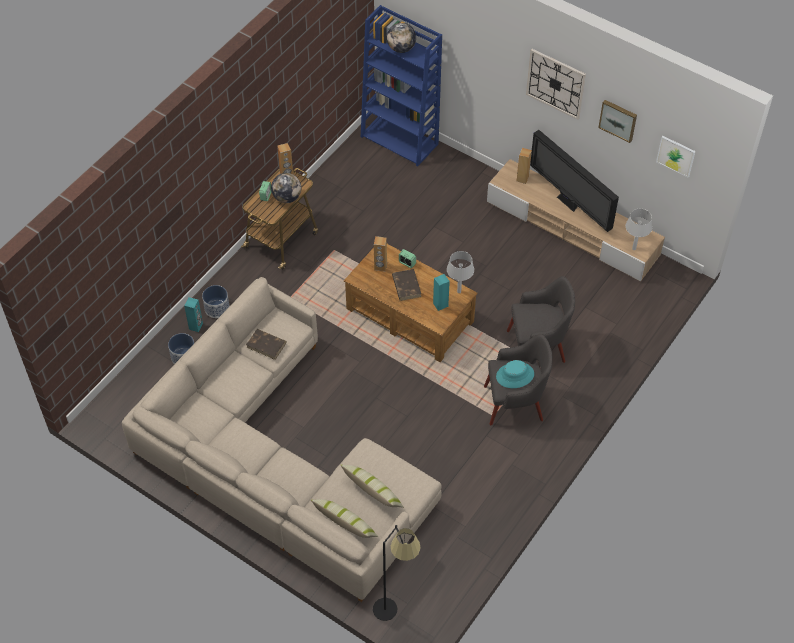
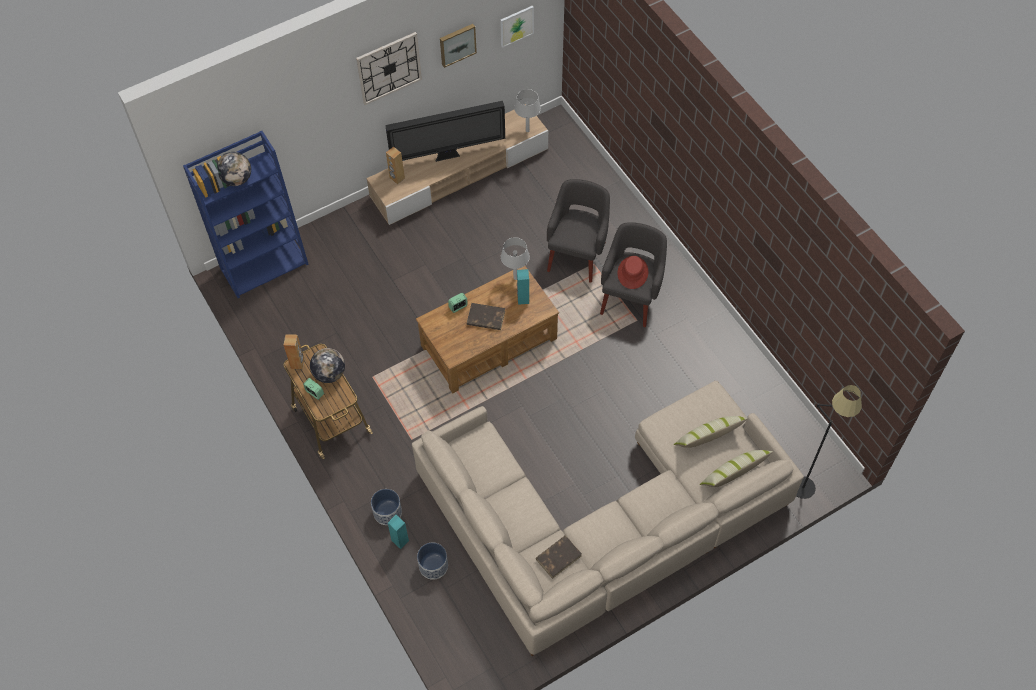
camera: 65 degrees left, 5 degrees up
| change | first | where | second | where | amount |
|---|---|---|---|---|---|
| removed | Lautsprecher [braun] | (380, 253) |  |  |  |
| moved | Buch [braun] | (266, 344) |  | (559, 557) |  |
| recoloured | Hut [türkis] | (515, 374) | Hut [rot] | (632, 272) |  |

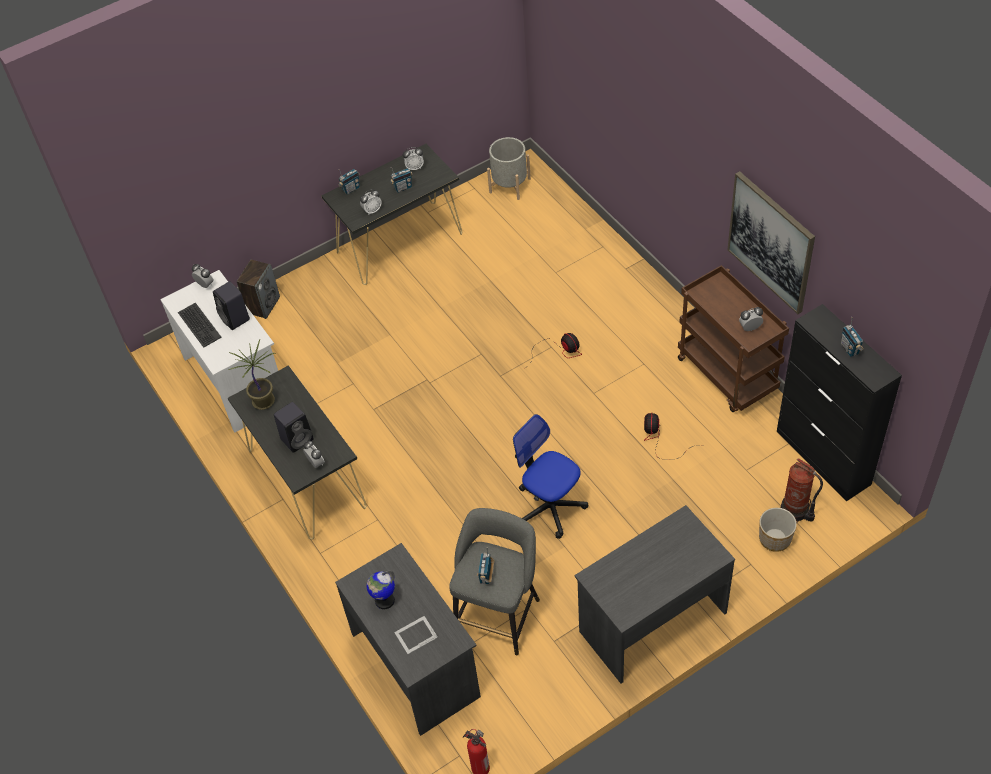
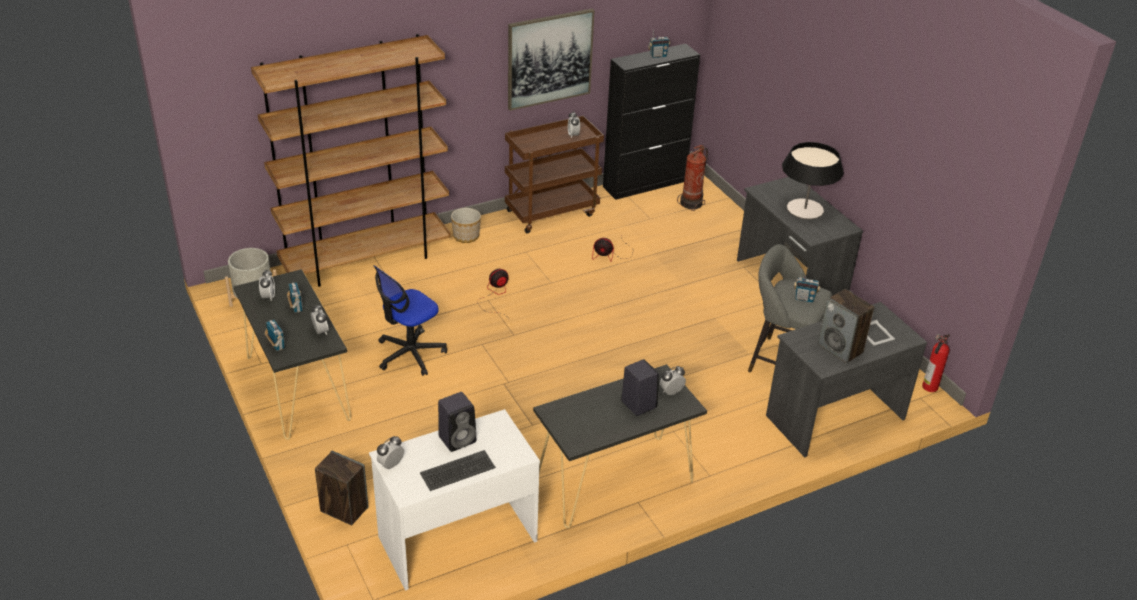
camera: 90 degrees left, 15 degrees down
| change | first | where | second | where | amount |
|---|---|---|---|---|---|
| removed | Topfpflanze | (252, 375) |  |  |  |
| added |  |  | Bücherregal [braun] | (350, 160) |  |
| added |  |  | Tischlampe | (813, 181) |  |
| moved | Bürostuhl | (551, 476) |  | (410, 320) |  |
| moved | Pflanzkübel | (778, 530) |  | (466, 225) |  |
| replaced | Globus | (380, 590) | Lautsprecher | (846, 326) |  |

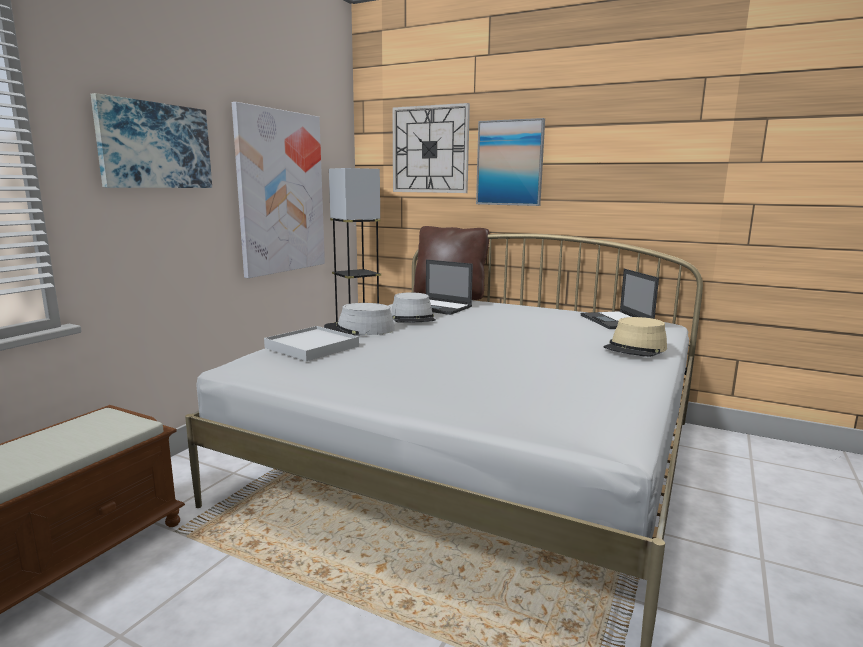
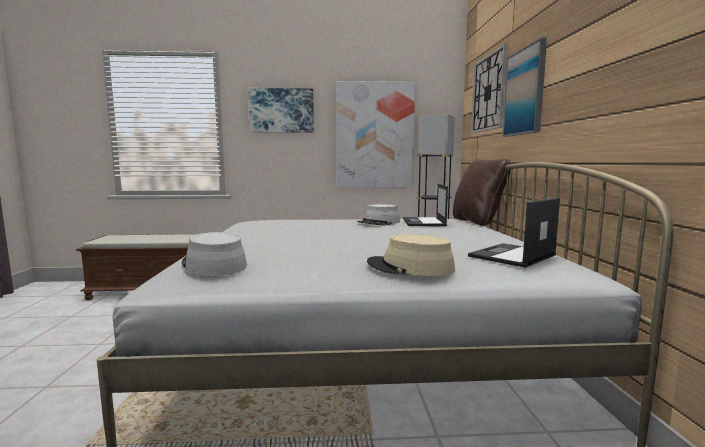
camera: 60 degrees right, 5 degrees down
| change | first | where | second | where | amount |
|---|---|---|---|---|---|
| removed | Tablett [weiß] | (311, 343) |  |  |  |
| moved | Hut [grau] | (359, 319) |  | (214, 254) |  |

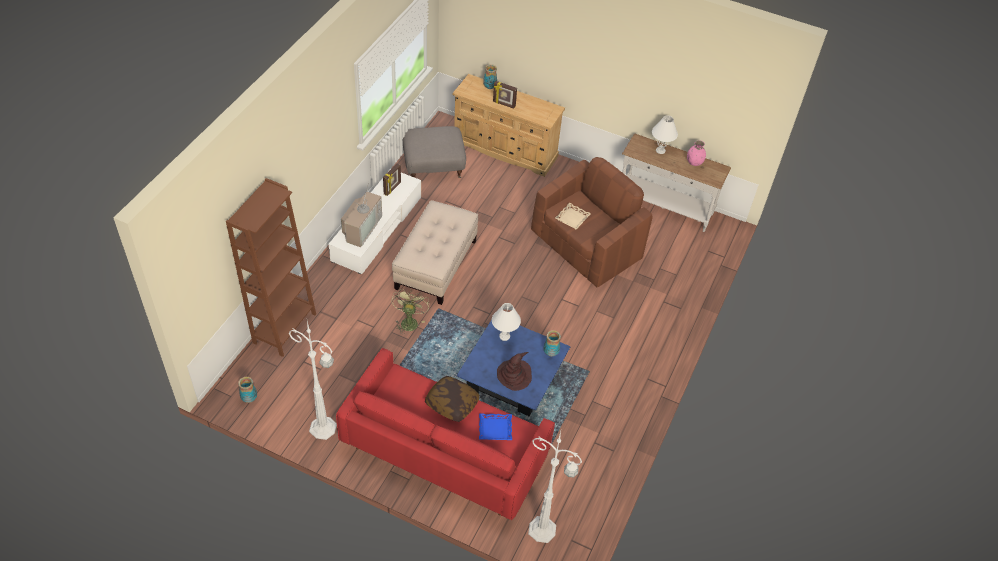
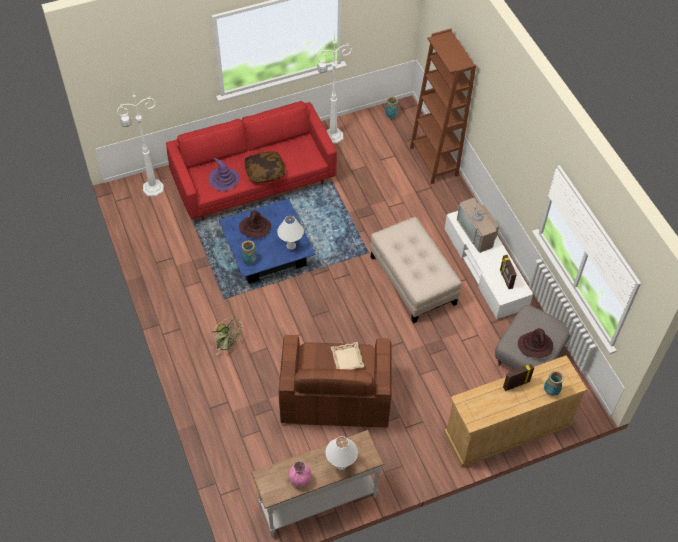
camera: 135 degrees right, 5 degrees up
| change | first | where | second | where | amount |
|---|---|---|---|---|---|
| added |  |  | Hut [braun] | (535, 343) |  |
| moved | Ventilator [grün] | (410, 311) |  | (227, 336) |  |
| replaced | Tablett [blau] | (495, 426) | Hut [lila] | (224, 174) |  |

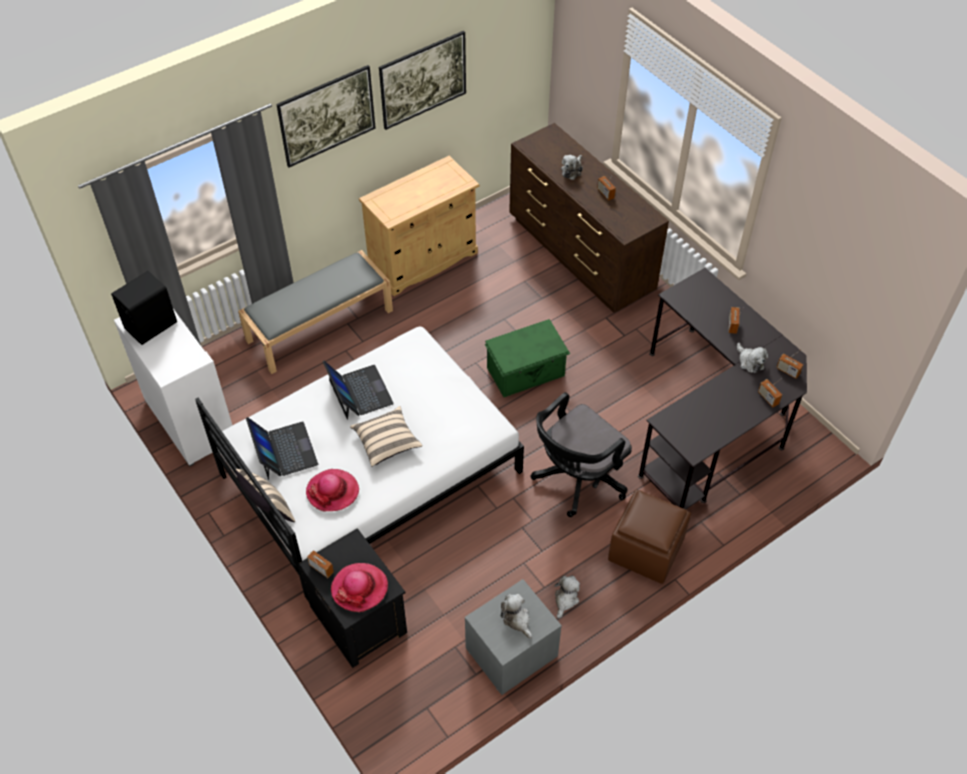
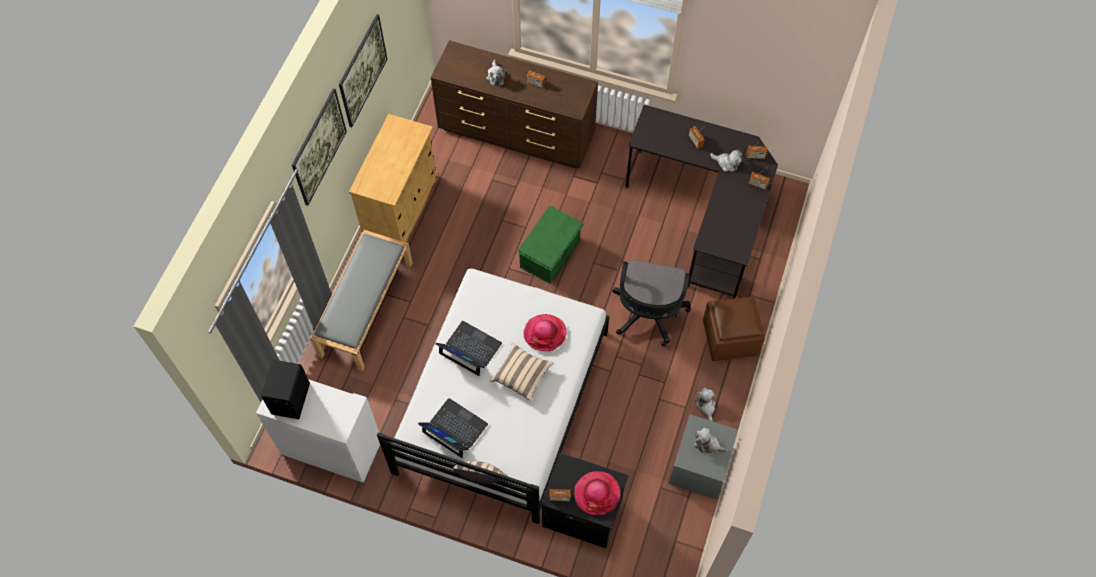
camera: 35 degrees left, 10 degrees up
| change | first | where | second | where | amount |
|---|---|---|---|---|---|
| moved | Hut | (332, 490) |  | (545, 332) |  |

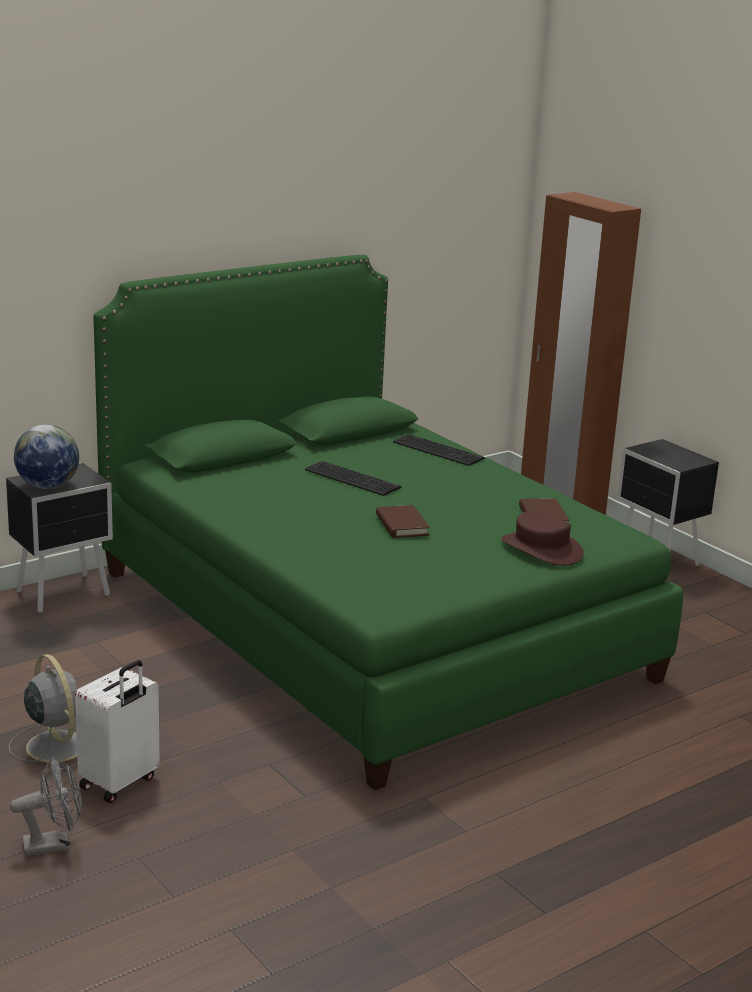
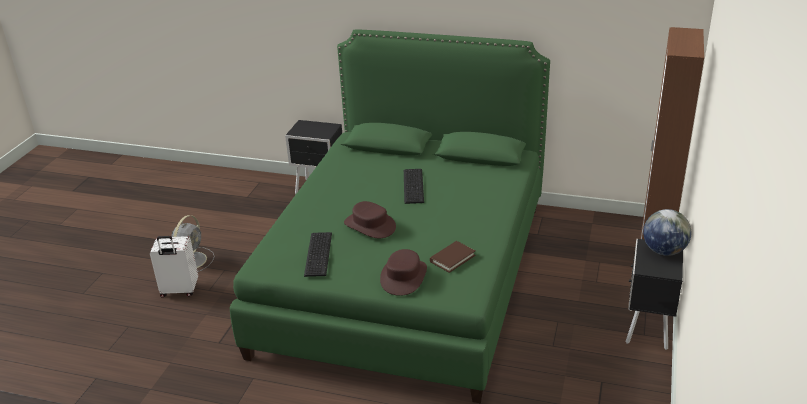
camera: 55 degrees right, 10 degrees up
| change | first | where | second | where | amount |
|---|---|---|---|---|---|
| removed | Ventilator [grau] | (46, 806) |  |  |  |
| moved | Globus | (46, 456) |  | (667, 232) |  |
| moved | Tastatur | (439, 450) |  | (318, 254) |  |
| replaced | Buch [braun] | (403, 521) | Hut [braun] | (370, 219) |  |

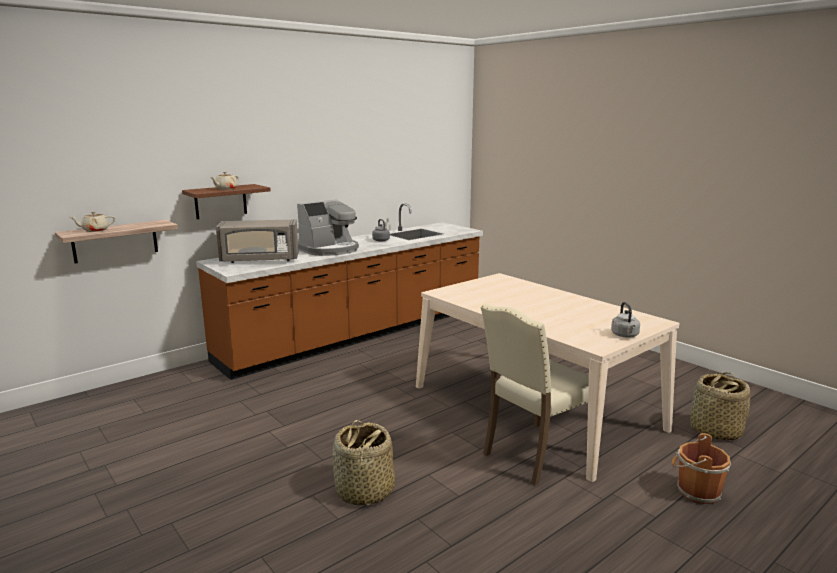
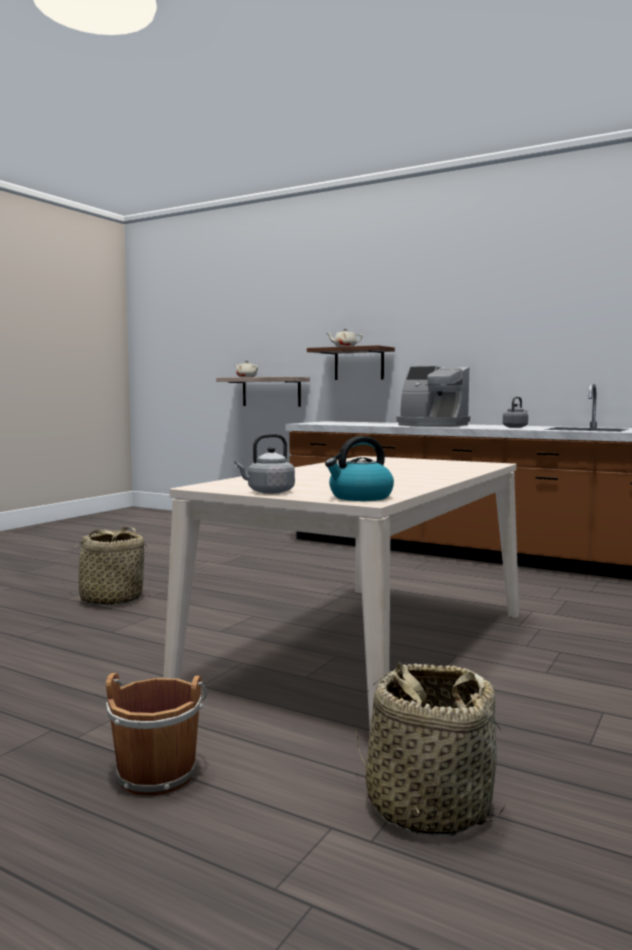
camera: 70 degrees right, 10 degrees down
| change | first | where | second | where | amount |
|---|---|---|---|---|---|
| removed | Mikrowelle [grau] | (257, 241) |  |  |  |
| removed | Stuhl [beige] | (535, 395) |  |  |  |
| added |  |  | Wasserkessel | (359, 468) |  |

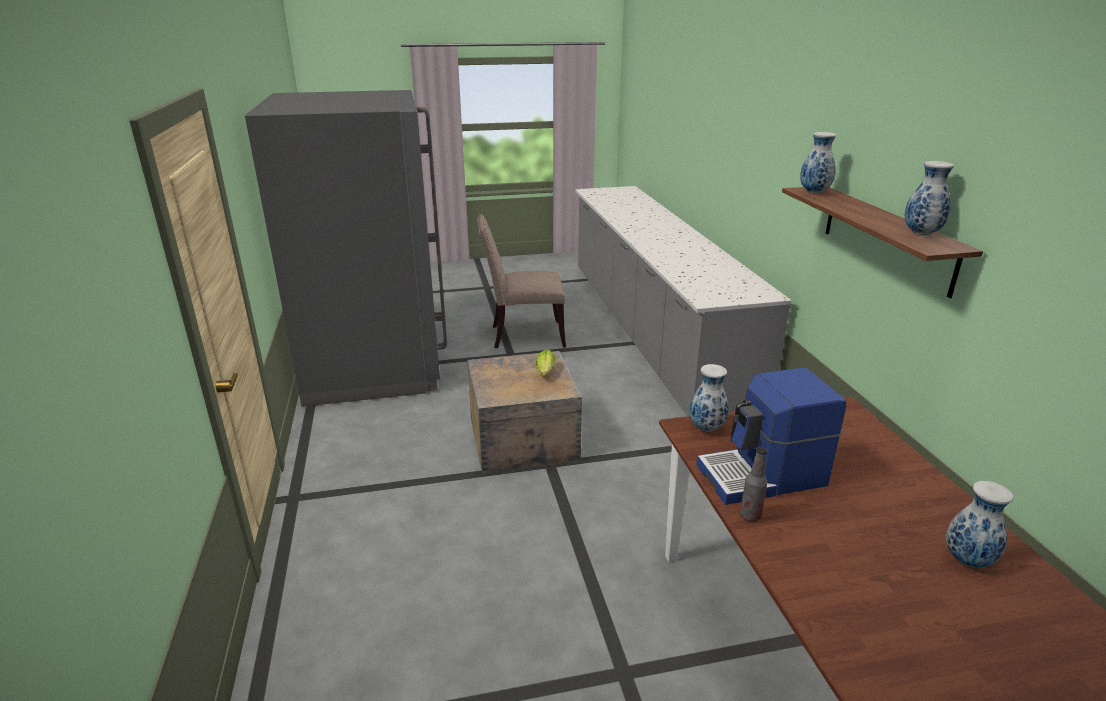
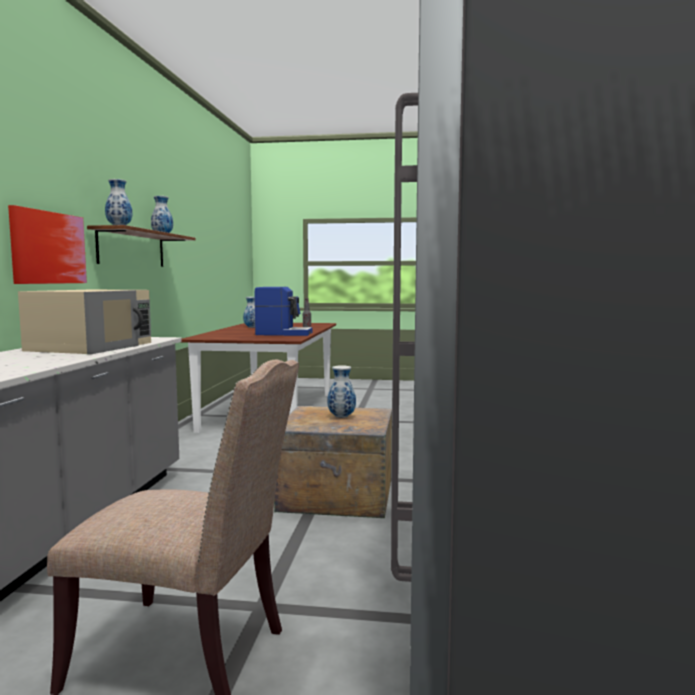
camera: 160 degrees left, 20 degrees down
| change | first | where | second | where | amount |
|---|---|---|---|---|---|
| removed | Salatkopf | (545, 363) |  |  |  |
| added |  |  | Bild | (47, 244) |  |
| added |  |  | Mikrowelle [beige] | (84, 322) |  |
| moved | Vase | (709, 398) |  | (341, 391) |  |

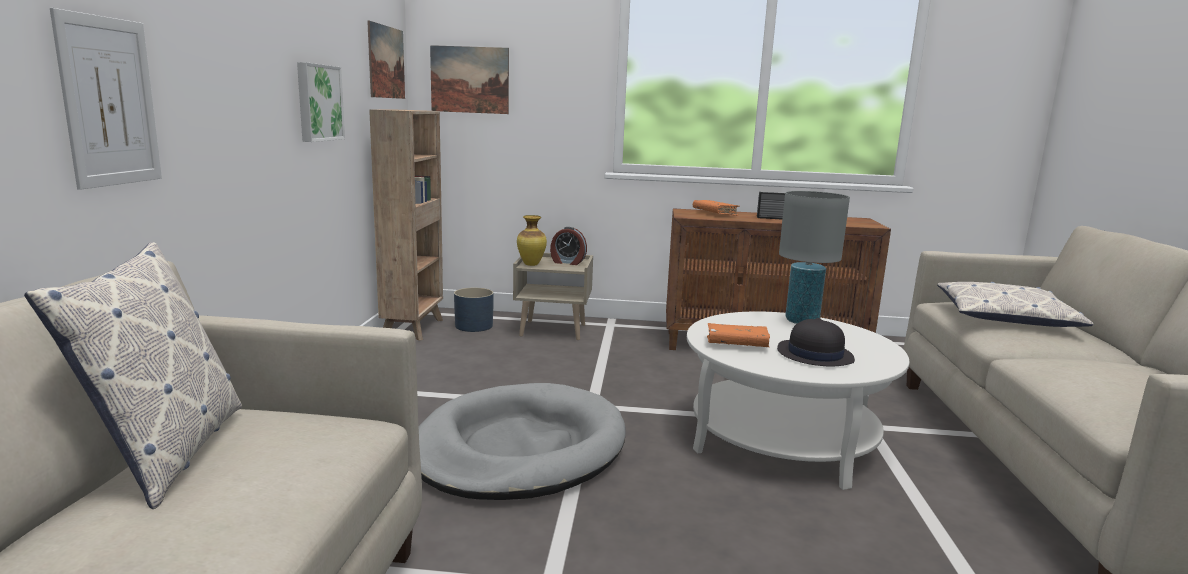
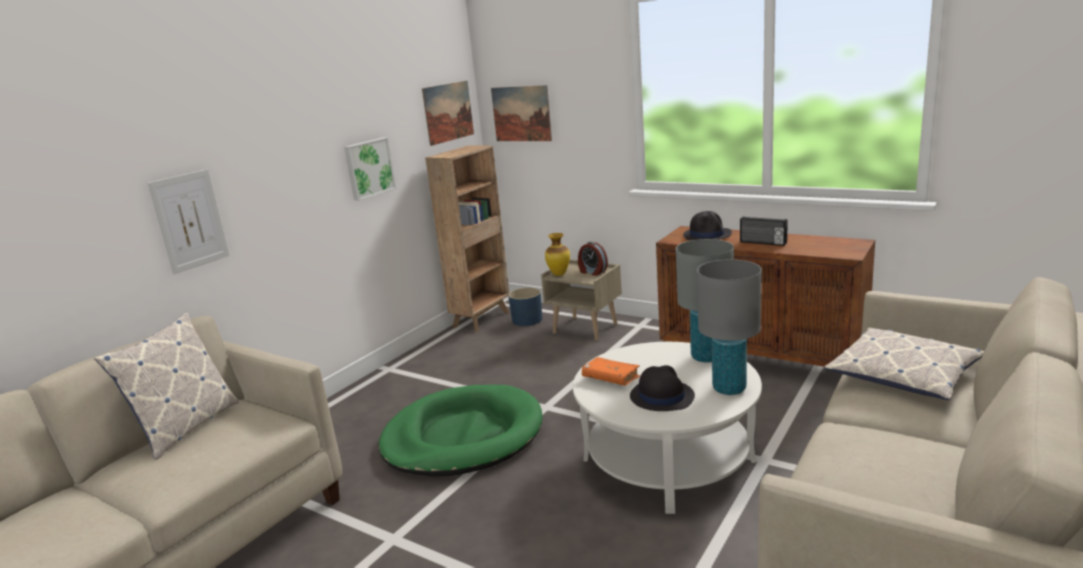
camera: 30 degrees right, 5 degrees up
| change | first | where | second | where | amount |
|---|---|---|---|---|---|
| added |  |  | Tischlampe [grau] | (729, 327) |  |
| replaced | Buch [orange] | (716, 208) | Hut [schwarz] | (707, 225) |  |
| recoloured | Hundebett [grau] | (522, 441) | Hundebett [grün] | (461, 431) |  |

